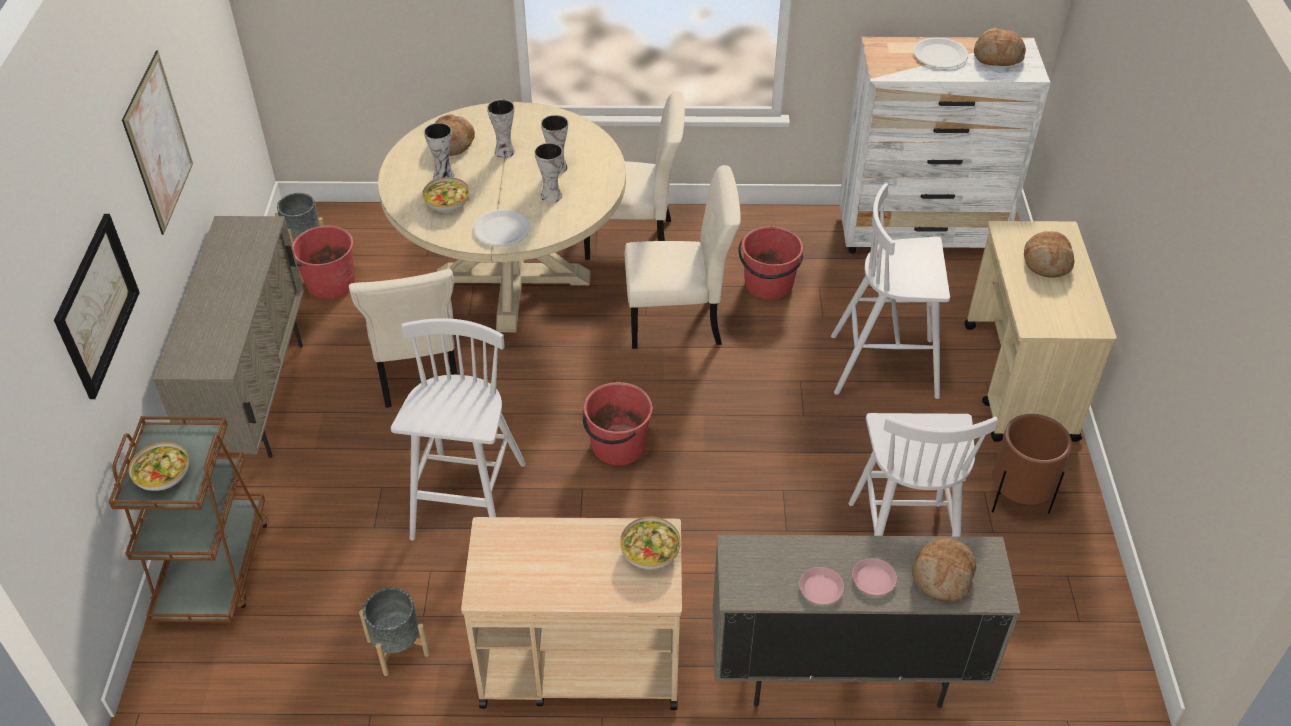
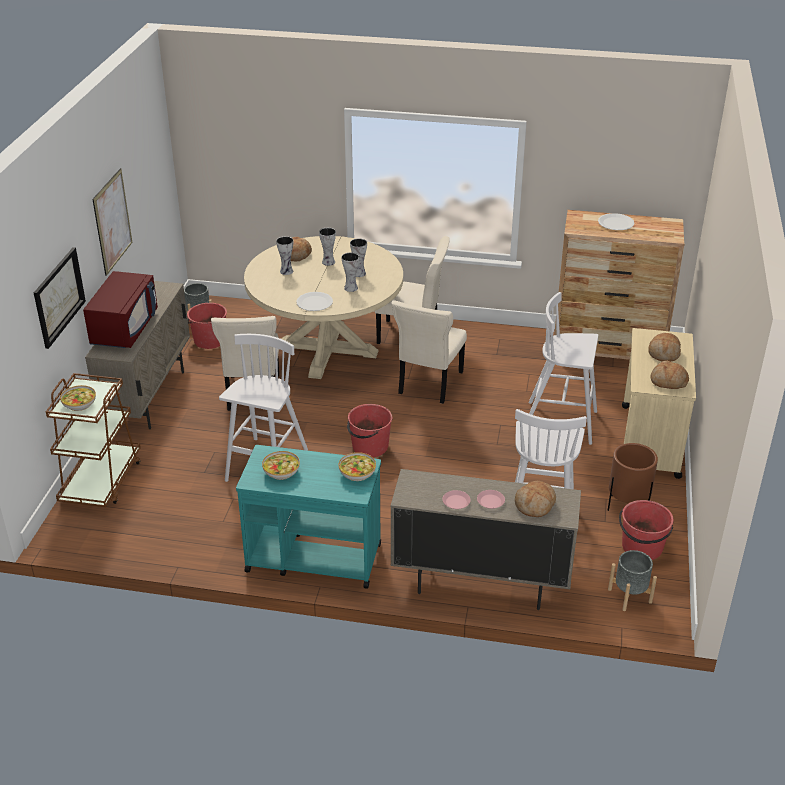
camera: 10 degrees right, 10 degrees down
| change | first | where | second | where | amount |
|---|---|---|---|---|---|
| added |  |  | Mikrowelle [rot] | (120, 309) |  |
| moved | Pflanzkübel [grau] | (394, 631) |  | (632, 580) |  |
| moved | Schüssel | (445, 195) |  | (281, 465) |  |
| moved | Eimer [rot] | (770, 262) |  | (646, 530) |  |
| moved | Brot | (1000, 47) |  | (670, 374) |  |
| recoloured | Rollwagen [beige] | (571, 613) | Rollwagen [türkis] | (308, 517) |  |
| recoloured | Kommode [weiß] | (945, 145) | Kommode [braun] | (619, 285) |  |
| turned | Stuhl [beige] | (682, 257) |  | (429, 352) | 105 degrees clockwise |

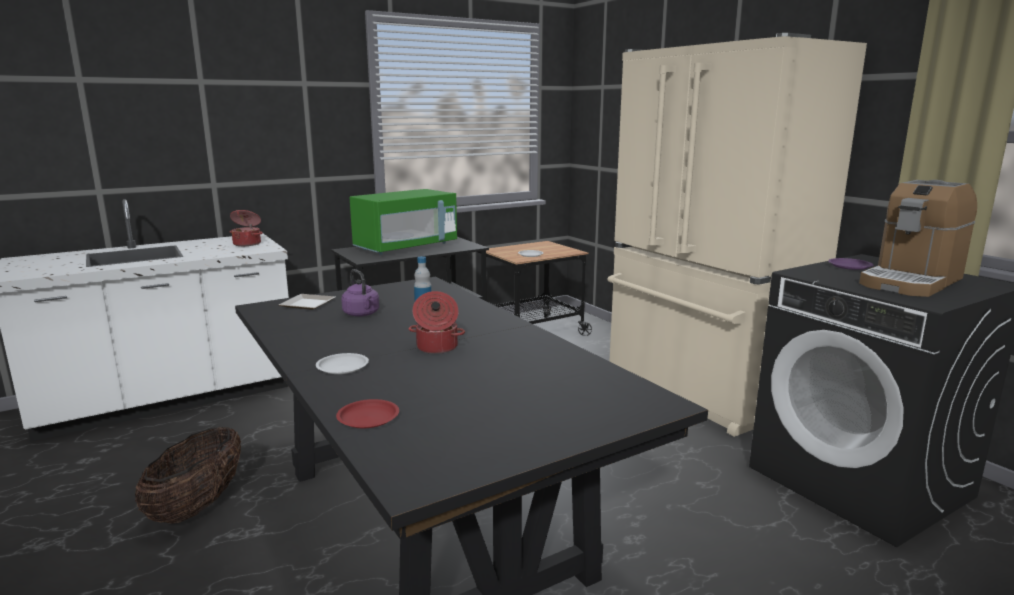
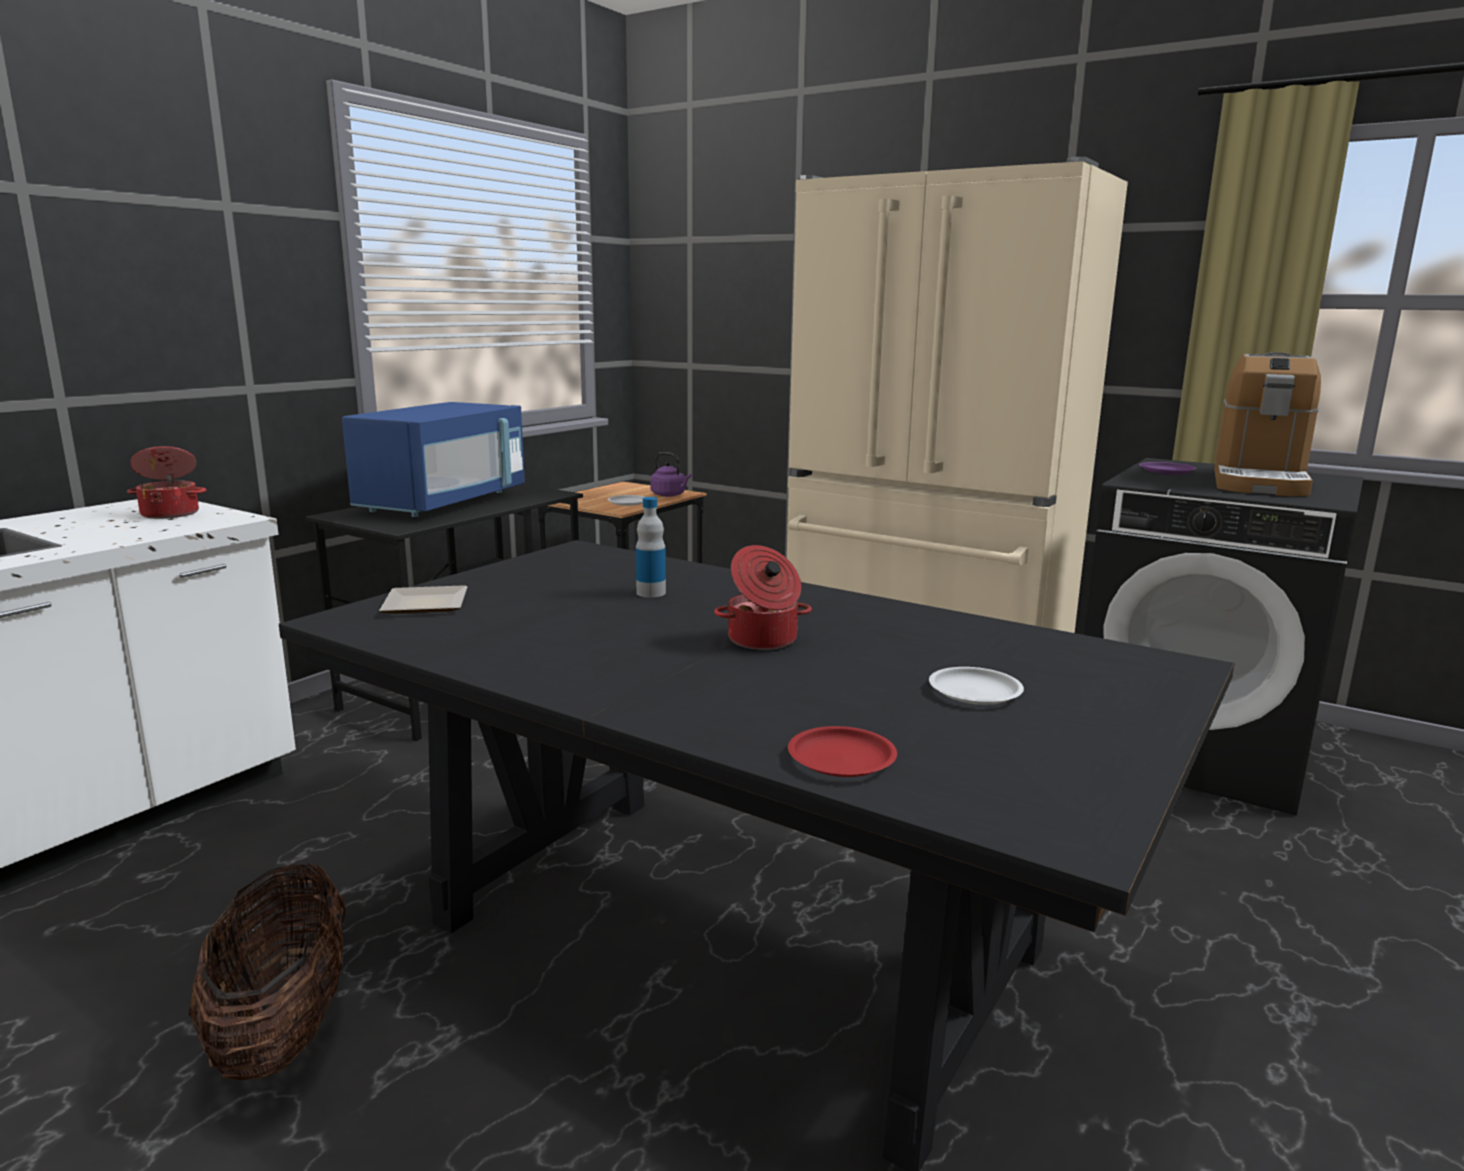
camera: 25 degrees left, 0 degrees up
| change | first | where | second | where | amount |
|---|---|---|---|---|---|
| moved | Teller [weiß] | (342, 363) |  | (976, 686) |  |
| moved | Wasserkessel [lila] | (360, 292) |  | (671, 474) |  |
| recoloured | Mikrowelle [grün] | (403, 222) | Mikrowelle [blau] | (433, 459) |  |

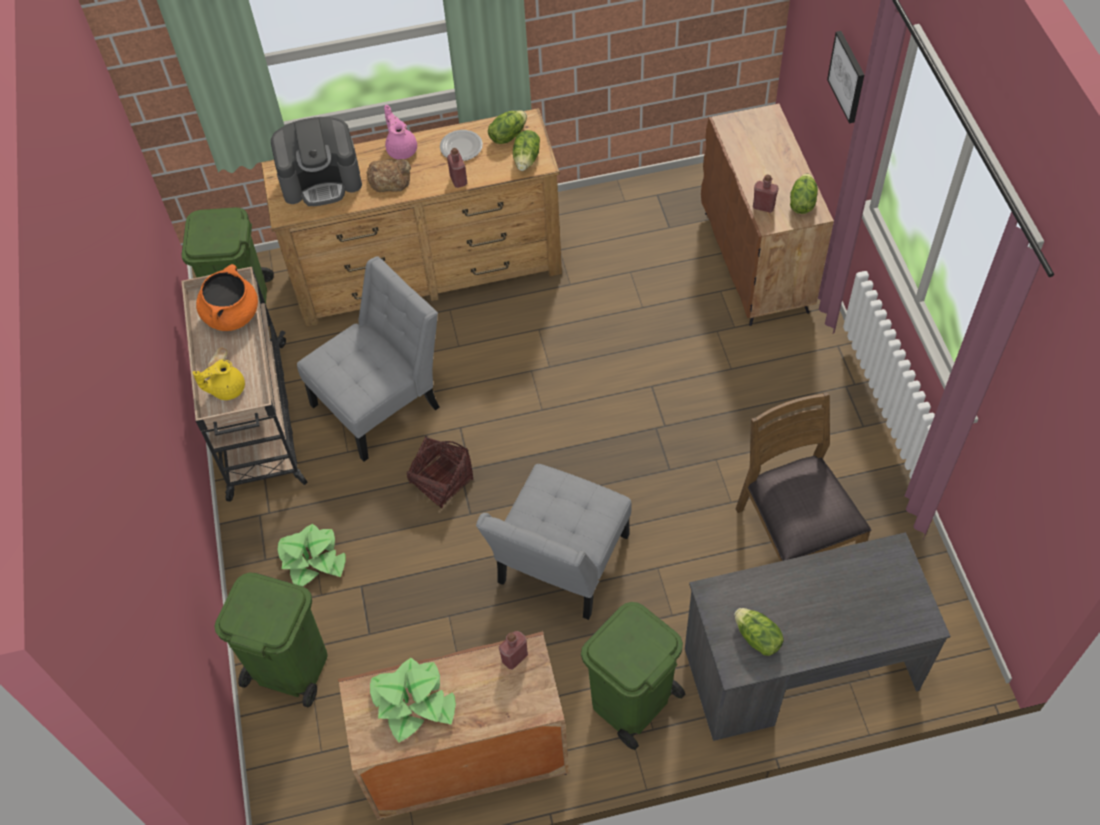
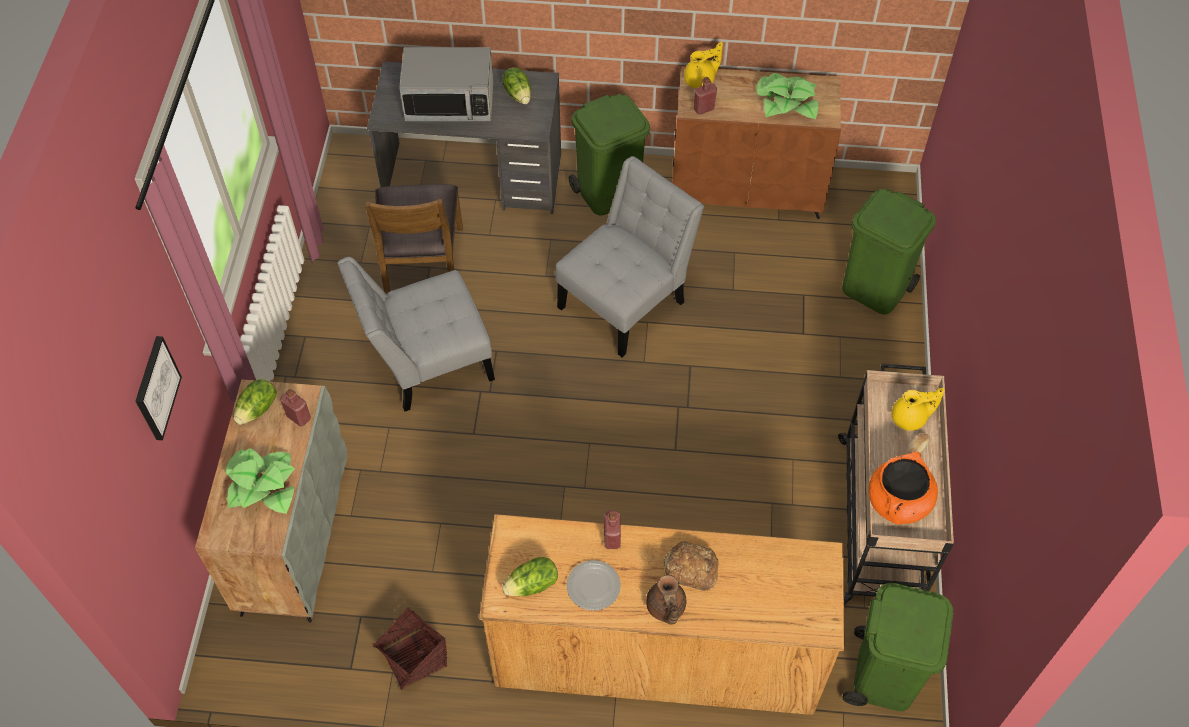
camera: 165 degrees left, 0 degrees up
| change | first | where | second | where | amount |
|---|---|---|---|---|---|
| removed | Kaffeemaschine | (316, 161) |  |  |  |
| removed | Salatkopf | (526, 150) |  |  |  |
| added |  |  | Mikrowelle | (446, 84) |  |
| added |  |  | Teekanne [gelb] | (703, 65) |  |
| moved | Topfpflanze | (311, 555) |  | (260, 481) |  |
| moved | Stuhl [grau] | (368, 359) |  | (416, 334) |  |
| moved | Korb | (440, 472) |  | (410, 649) |  |
| recoloured | Teekanne [rosa] | (400, 132) | Teekanne [braun] | (666, 600) |  |
| recoloured | Schrank [braun] | (767, 215) | Schrank [grau] | (271, 501) |  |

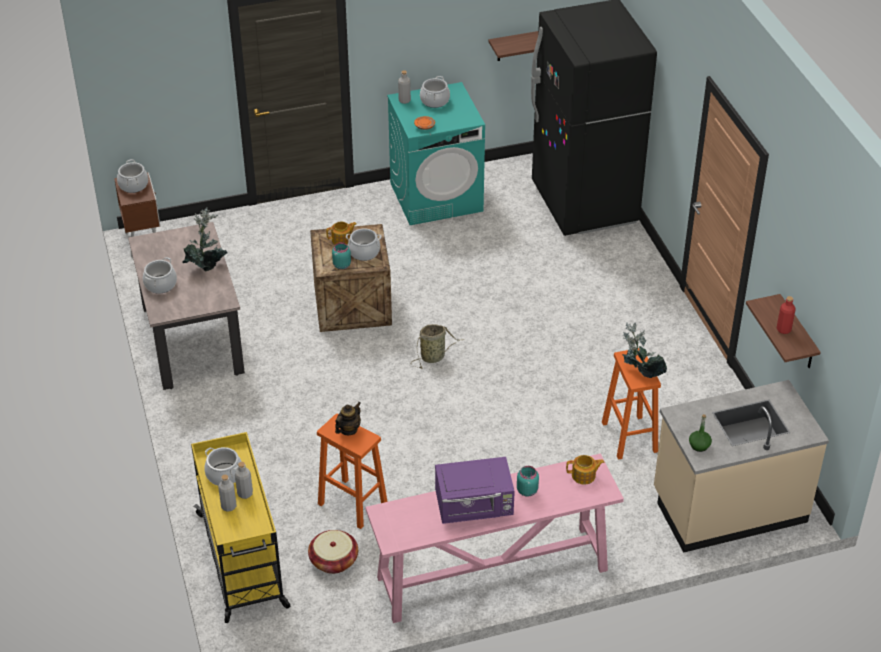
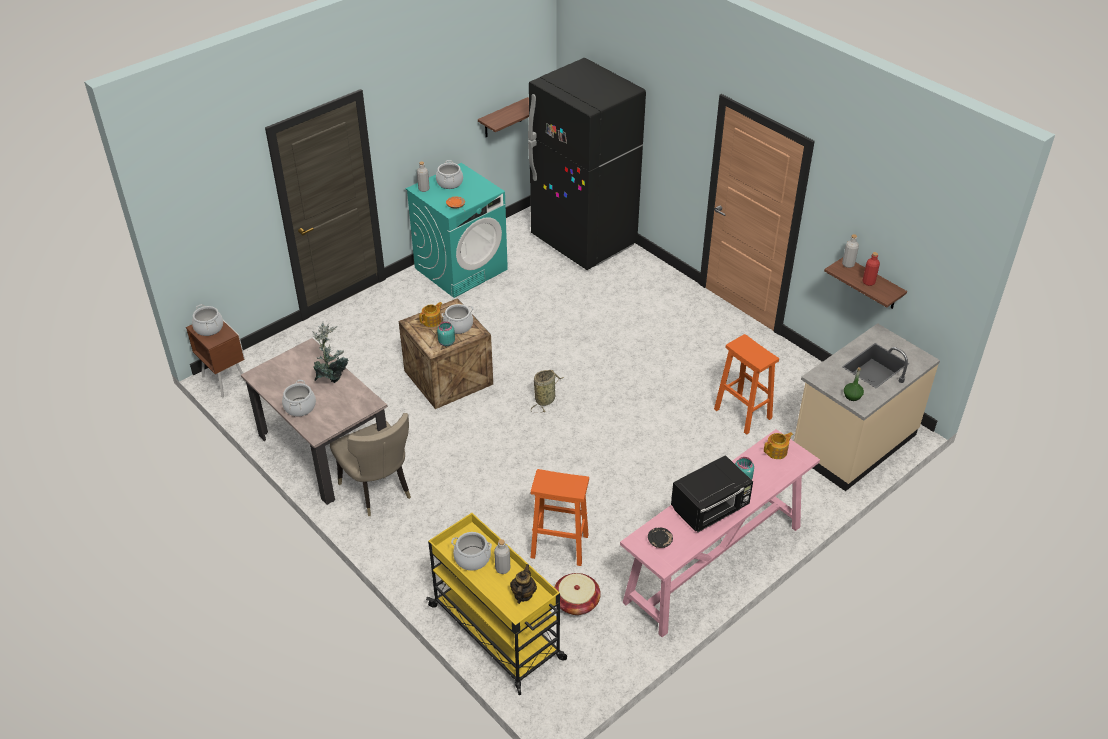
camera: 25 degrees left, 0 degrees up
| change | first | where | second | where | amount |
|---|---|---|---|---|---|
| removed | Topfpflanze | (644, 350) |  |  |  |
| added |  |  | Stuhl [beige] | (370, 464) |  |
| added |  |  | Teller [schwarz] | (660, 538) |  |
| moved | Flasche [grau] | (227, 493) |  | (850, 251) |  |
| moved | Teekanne | (348, 419) |  | (523, 584) |  |
| recoloured | Mikrowelle [lila] | (475, 490) | Mikrowelle [schwarz] | (712, 493) |  |

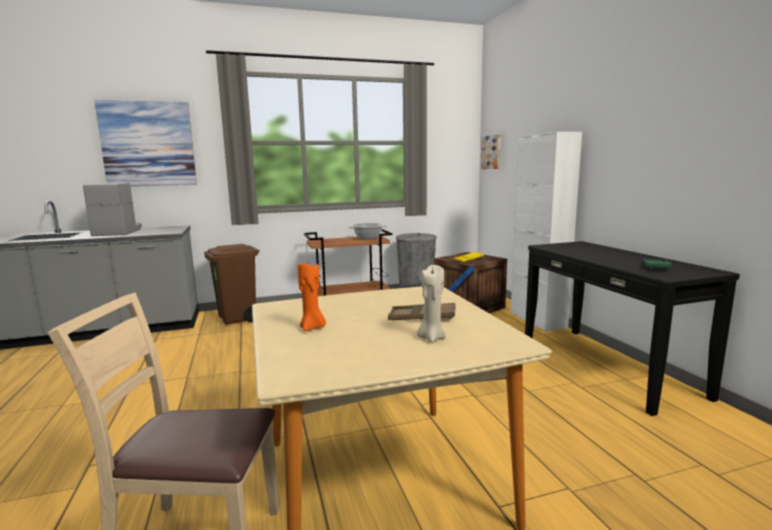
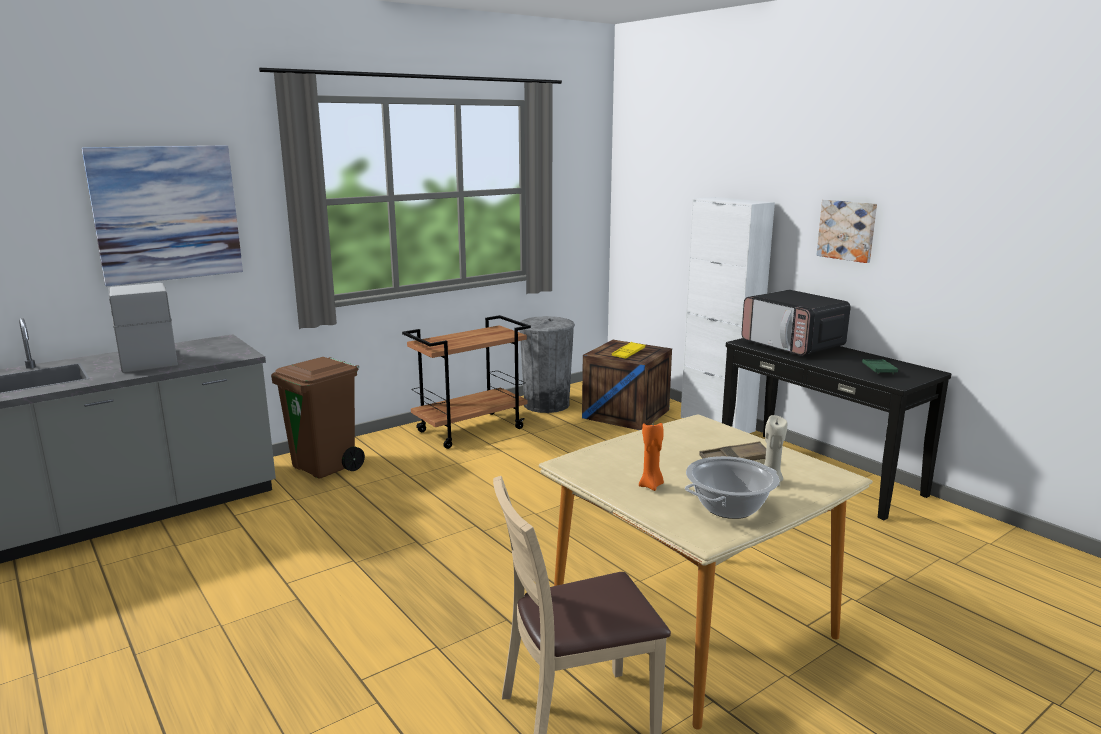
camera: 20 degrees left, 5 degrees up
| change | first | where | second | where | amount |
|---|---|---|---|---|---|
| added |  |  | Mikrowelle | (796, 323) |  |
| moved | Kochtopf | (368, 231) |  | (732, 487) |  |
| moved | Bild | (490, 151) |  | (847, 231) |  |

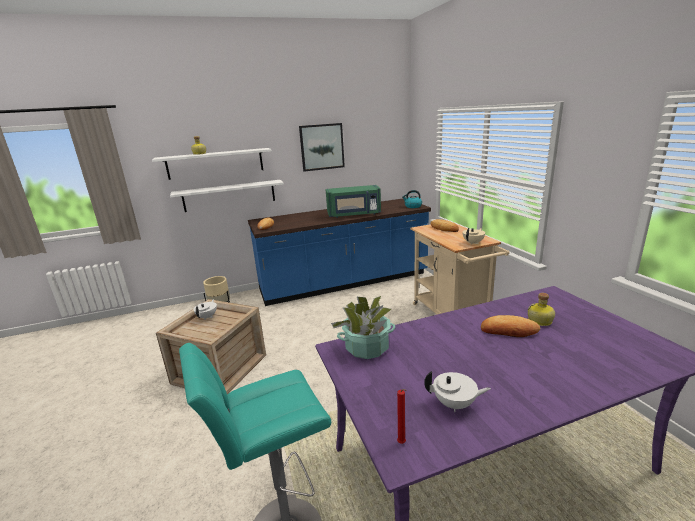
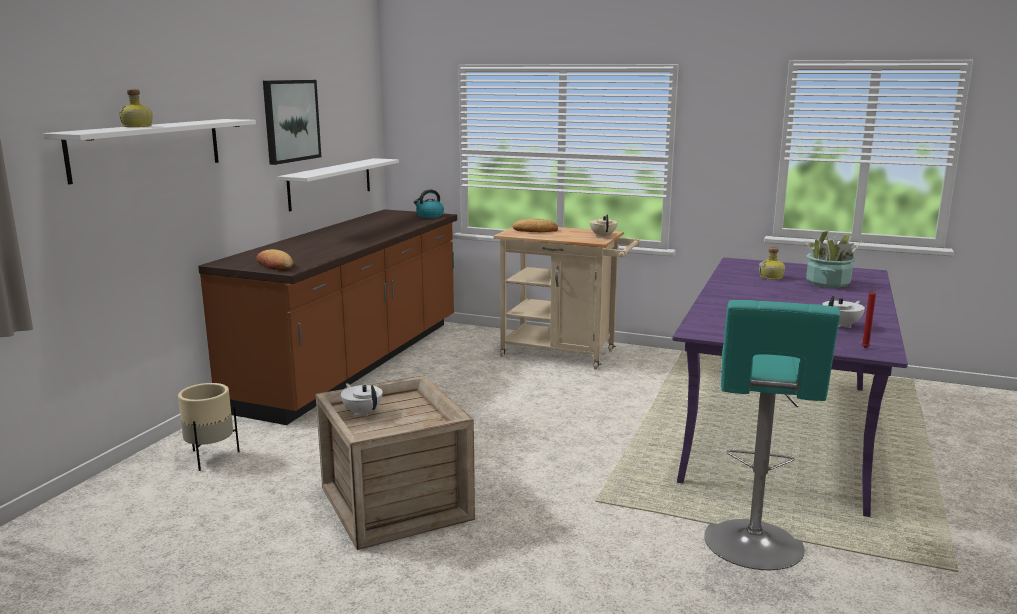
camera: 50 degrees left, 5 degrees down
| change | first | where | second | where | amount |
|---|---|---|---|---|---|
| removed | Mikrowelle [grün] | (353, 201) |  |  |  |
| removed | Brot | (510, 326) |  |  |  |
| moved | Wandregal [weiß] | (227, 196) |  | (338, 184) |  |
| moved | Topfpflanze | (363, 327) |  | (833, 259) |  |
| recoloured | Küchenzeile [blau] | (339, 252) | Küchenzeile [braun] | (327, 317) |  |

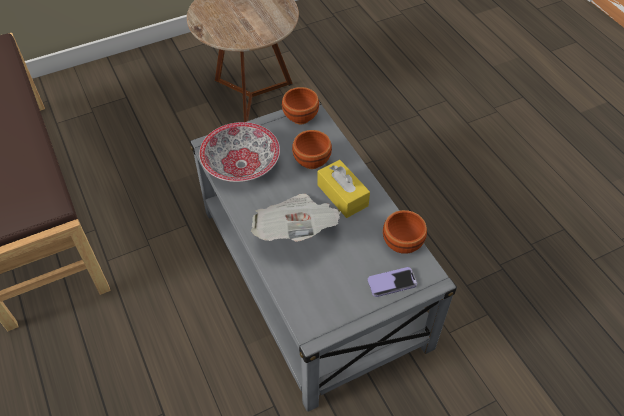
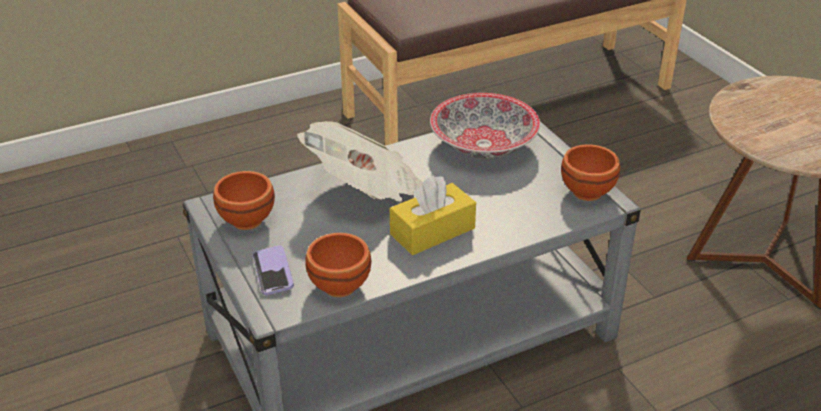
camera: 90 degrees right, 15 degrees down
| change | first | where | second | where | amount |
|---|---|---|---|---|---|
| moved | Schüssel [braun] | (312, 149) |  | (244, 200) |  |

